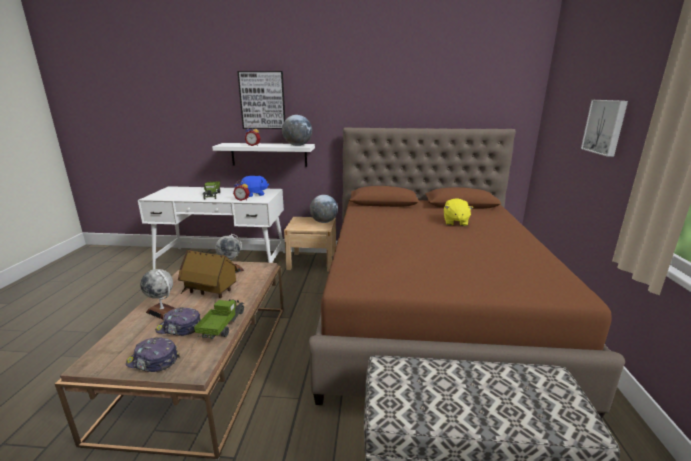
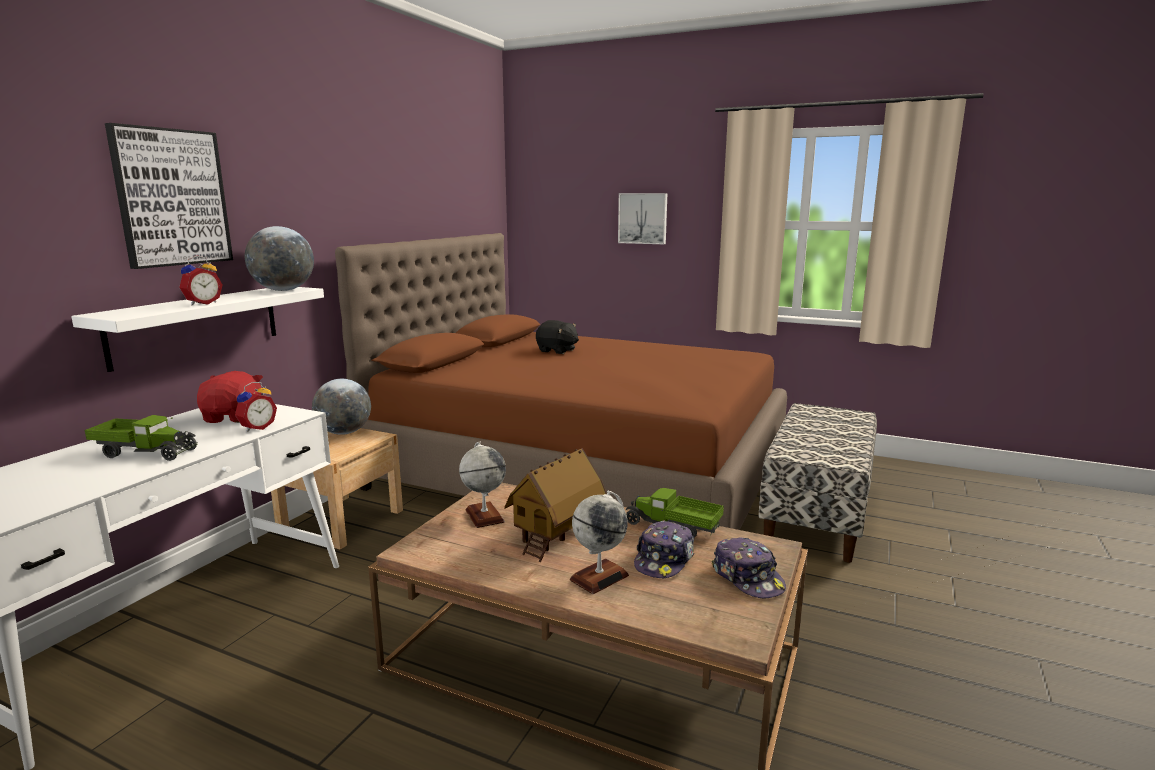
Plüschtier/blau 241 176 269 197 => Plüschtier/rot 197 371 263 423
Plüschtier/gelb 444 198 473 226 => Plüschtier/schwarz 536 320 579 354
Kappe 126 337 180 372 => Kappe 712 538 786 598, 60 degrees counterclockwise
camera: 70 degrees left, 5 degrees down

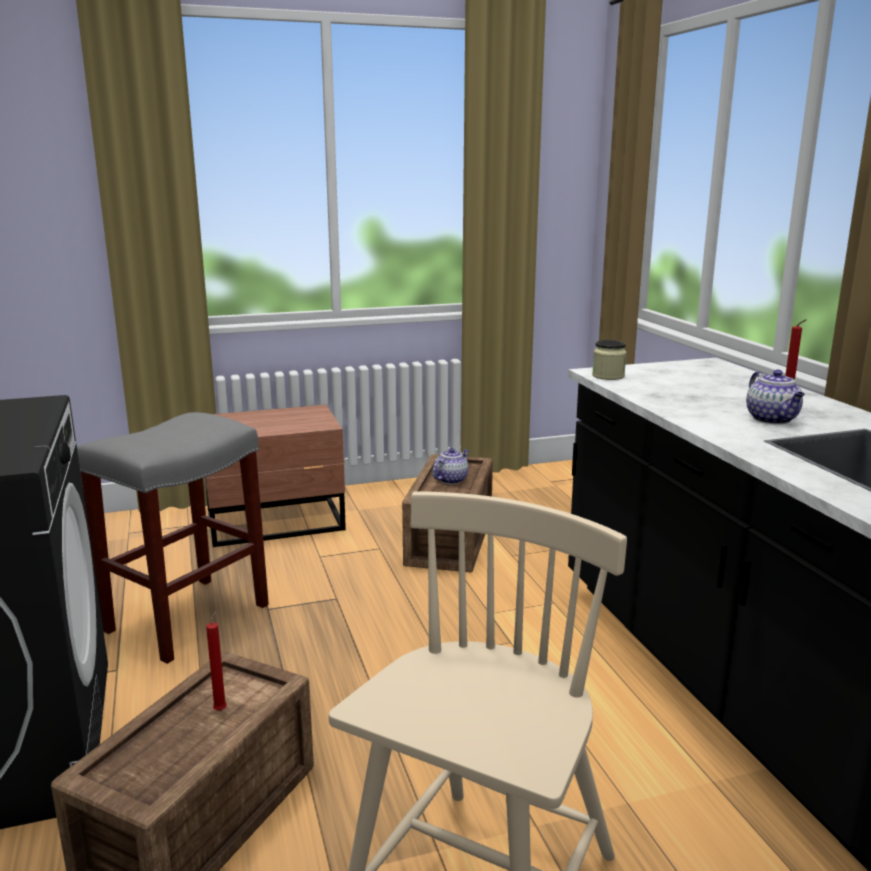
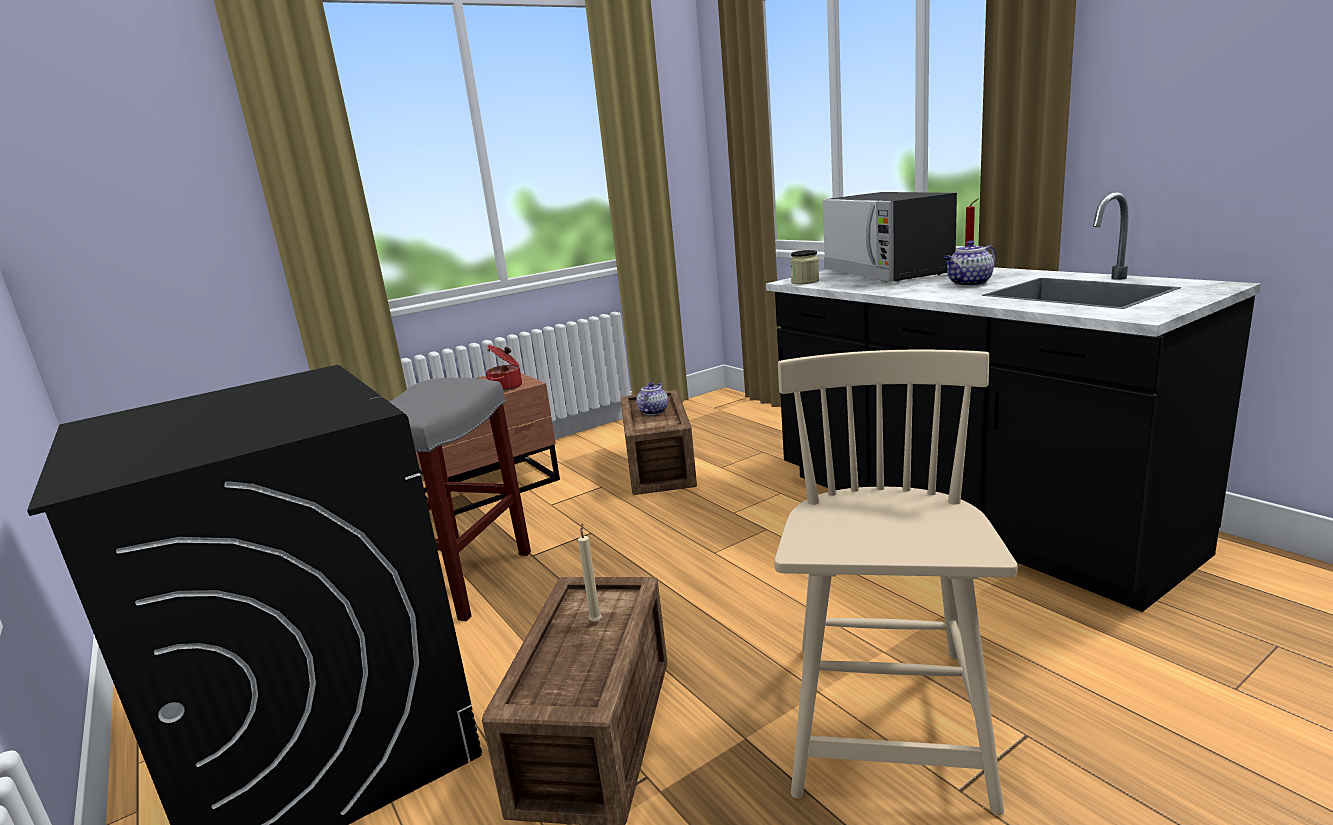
nothing => Kochtopf 486 345 522 391
nothing => Mikrowelle 823 192 957 282
Kerze/rot 206 610 227 711 => Kerze/beige 578 523 602 622
Teekanne 746 370 805 424 => Teekanne 943 241 996 286, 90 degrees clockwise
camera: 15 degrees left, 0 degrees up

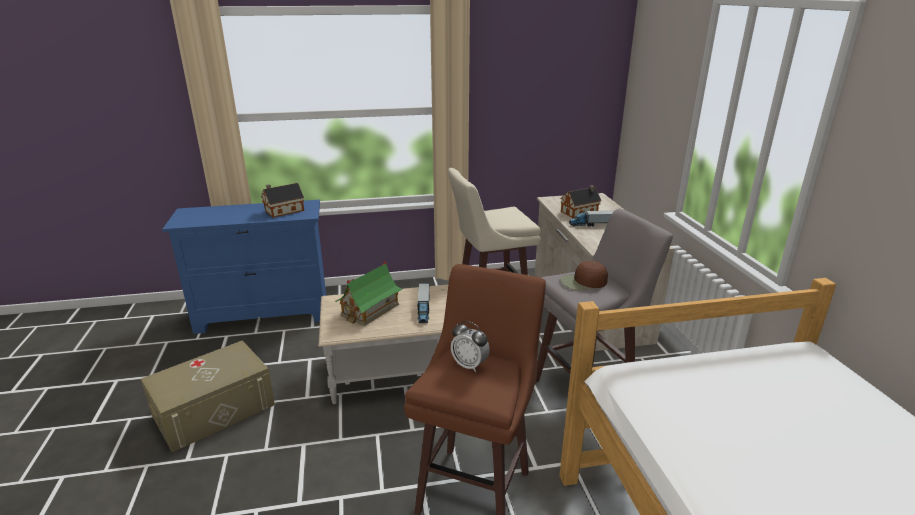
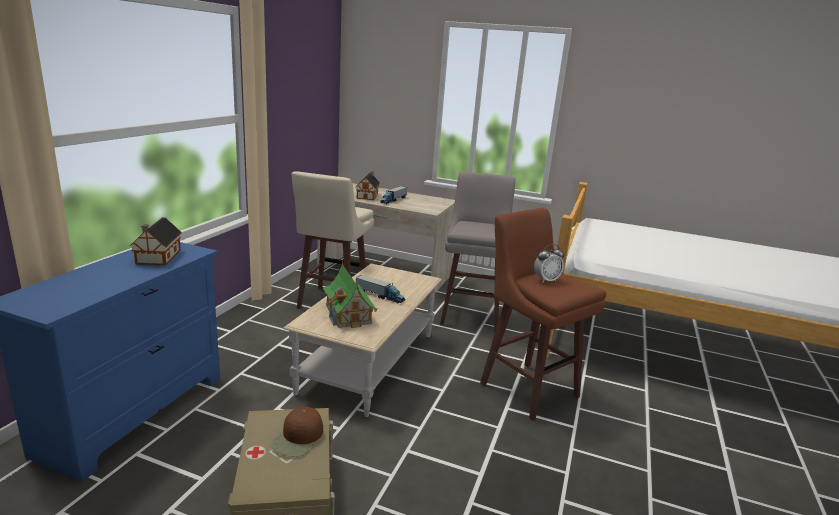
Kappe/braun 560 261 608 290 => Kappe/braun 271 407 323 457, relocated
camera: 60 degrees left, 5 degrees down

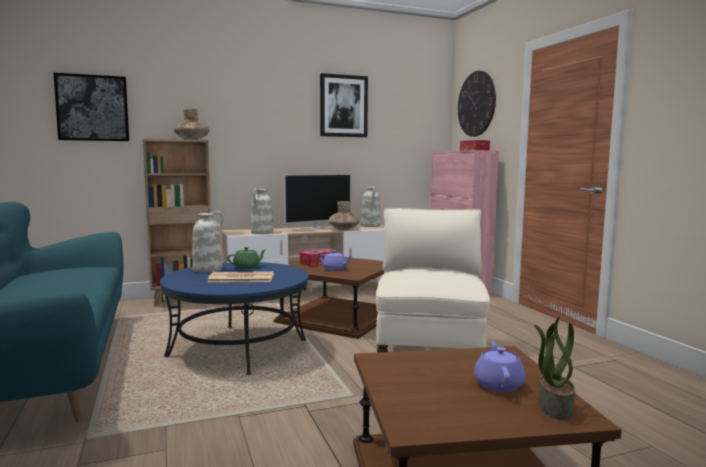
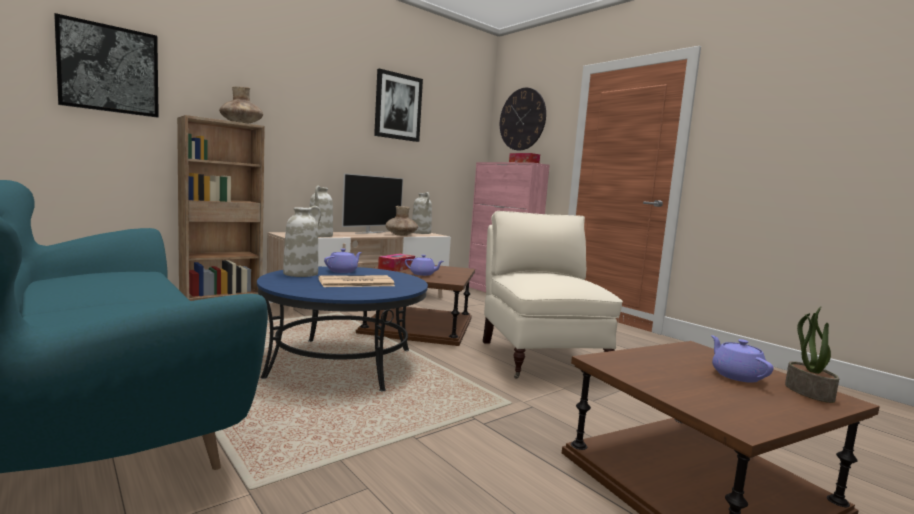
Teekanne/grün 227 247 267 269 => Teekanne/lila 324 249 362 273
camera: 20 degrees left, 0 degrees up

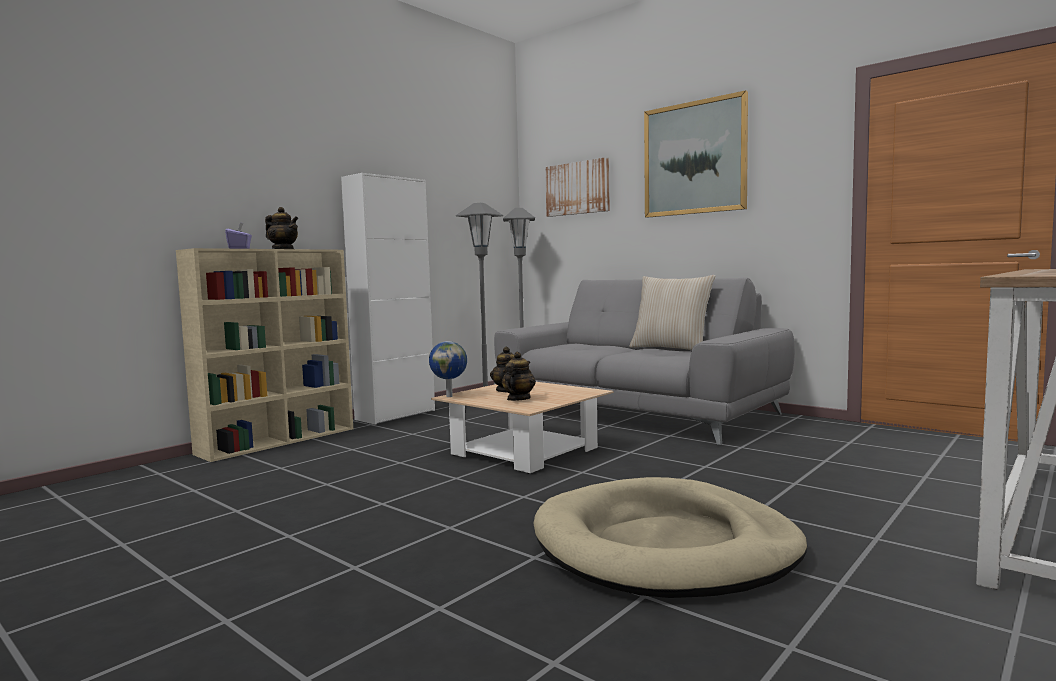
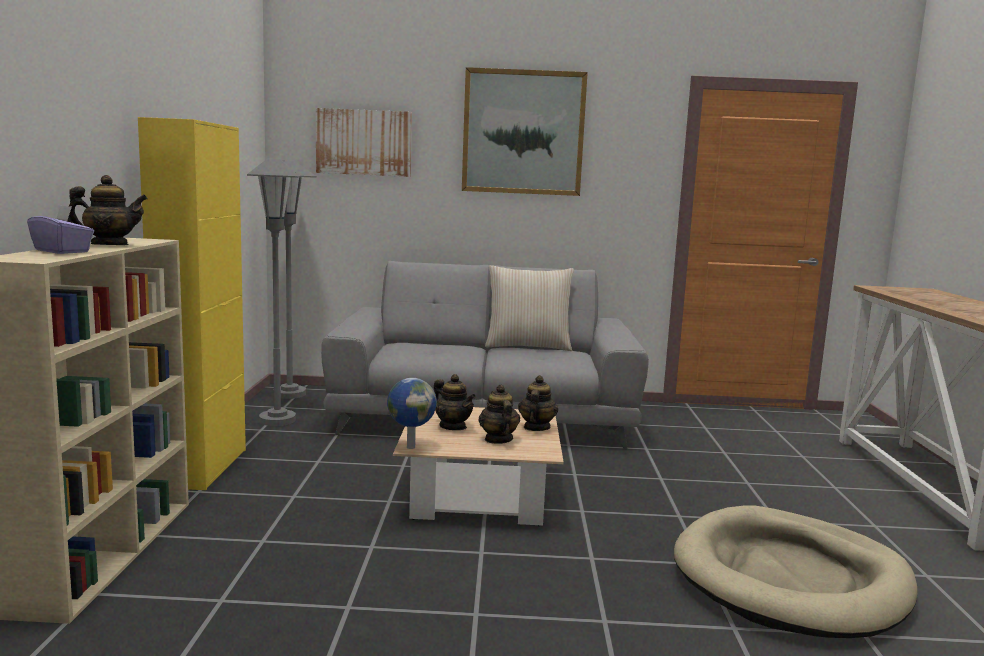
nothing => Teekanne 518 375 558 431
Schrank/weiß 341 173 435 425 => Schrank/gelb 138 117 246 490
camera: 40 degrees left, 5 degrees up

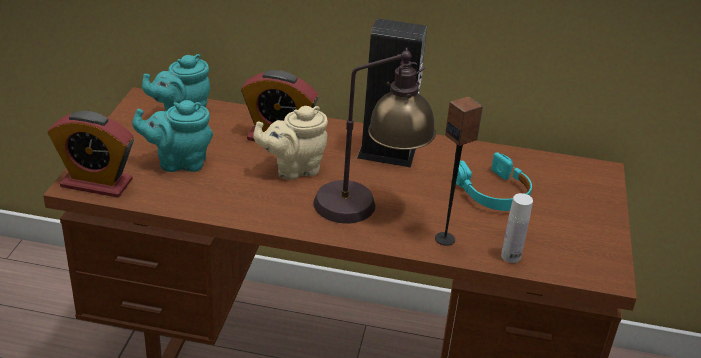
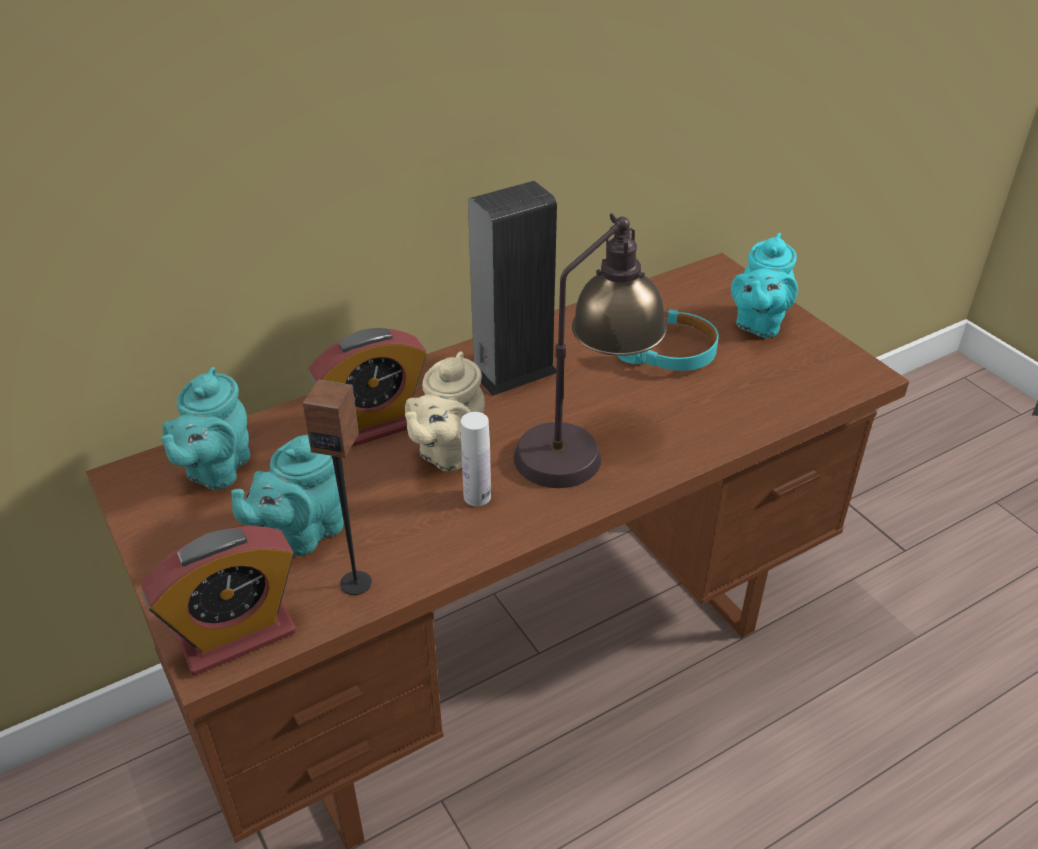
nothing => Teekanne/türkis 731 233 798 338
Lautsprecher 435 96 483 246 => Lautsprecher 303 379 372 595, relocated
Flasche/weiß 501 193 533 263 => Flasche/weiß 461 412 491 506, relocated
camera: 40 degrees left, 5 degrees up

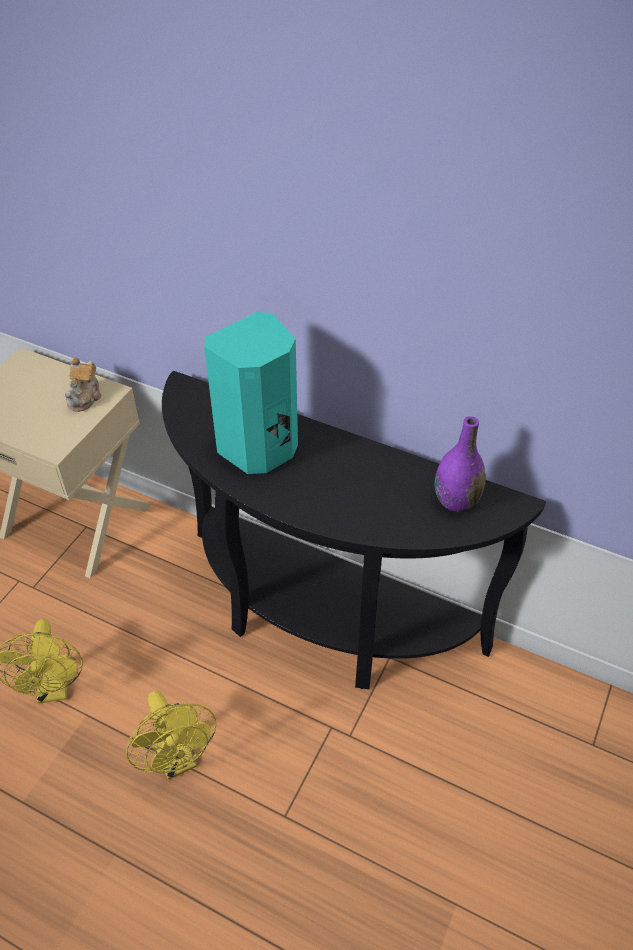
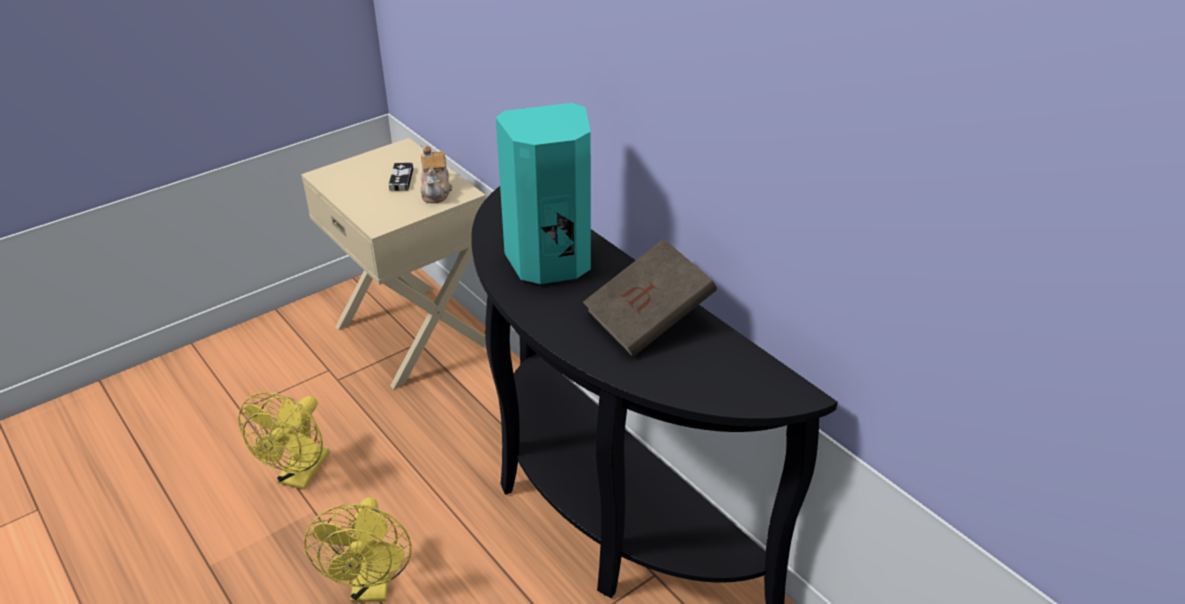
Vase/lila 435 416 486 512 => nothing
nothing => Gamepad 389 163 413 191
nothing => Buch/braun 583 239 717 357
Teekanne 64 357 102 412 => Teekanne 421 146 452 203, 45 degrees counterclockwise
camera: 25 degrees right, 10 degrees down

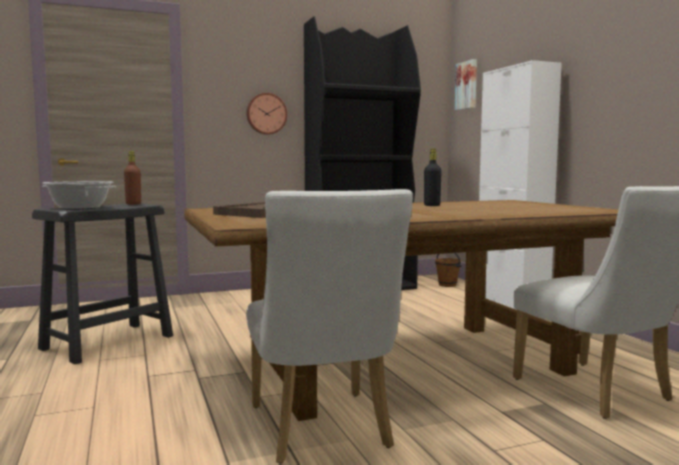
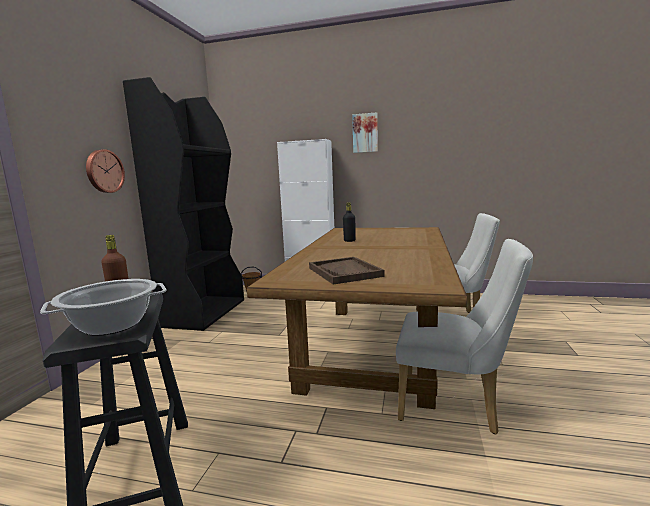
Bild 455 59 477 110 => Bild 352 112 378 153, relocated
camera: 55 degrees left, 5 degrees up

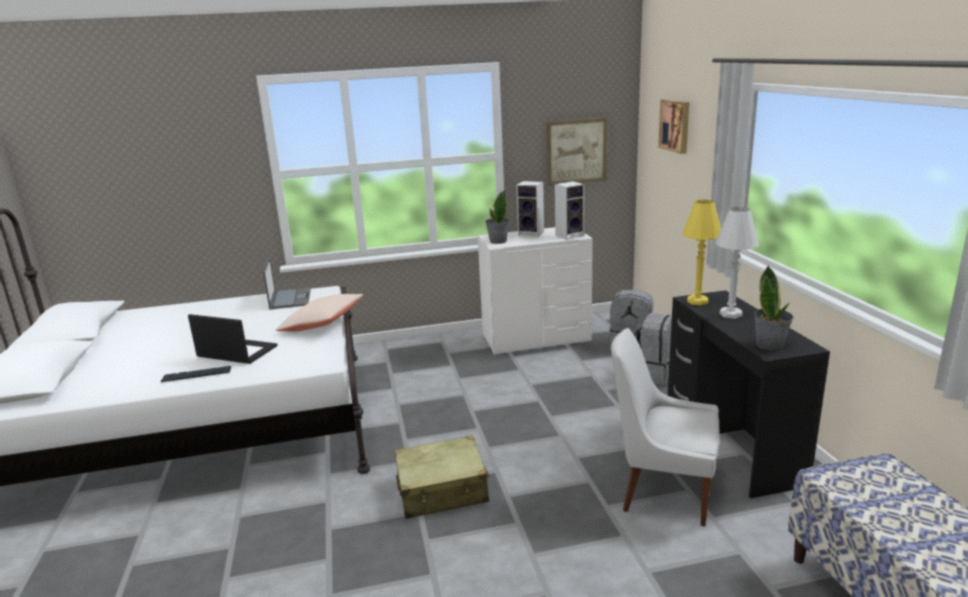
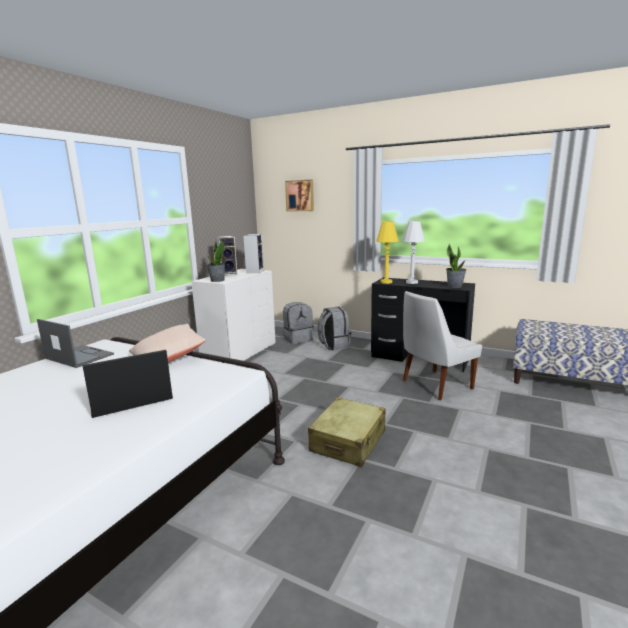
Tastatur 161 366 231 382 => nothing
Bild 546 117 608 186 => nothing
camera: 50 degrees left, 5 degrees down

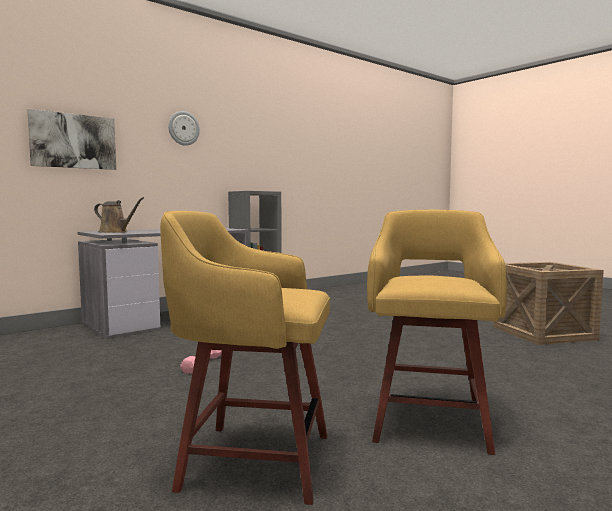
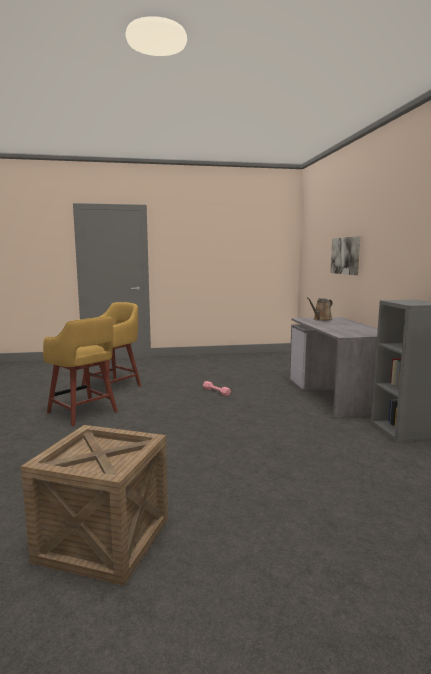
Wanduhr 168 111 200 146 => nothing
camera: 120 degrees right, 5 degrees up

